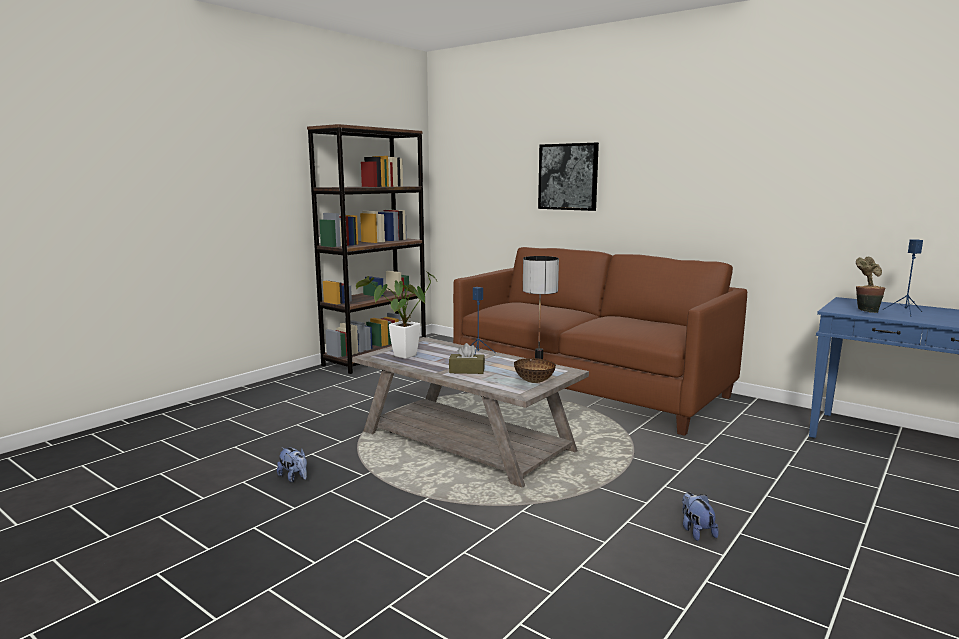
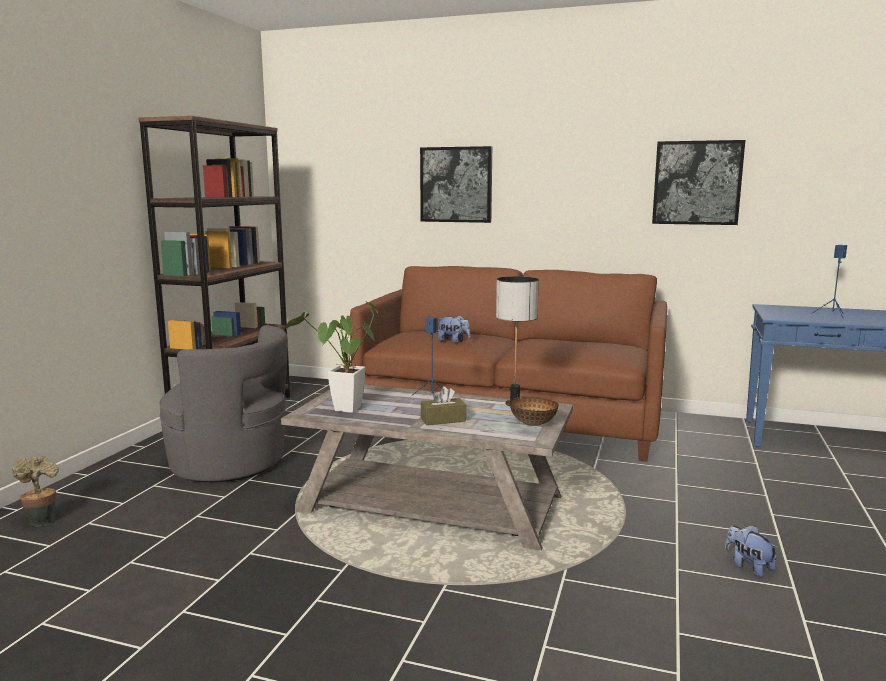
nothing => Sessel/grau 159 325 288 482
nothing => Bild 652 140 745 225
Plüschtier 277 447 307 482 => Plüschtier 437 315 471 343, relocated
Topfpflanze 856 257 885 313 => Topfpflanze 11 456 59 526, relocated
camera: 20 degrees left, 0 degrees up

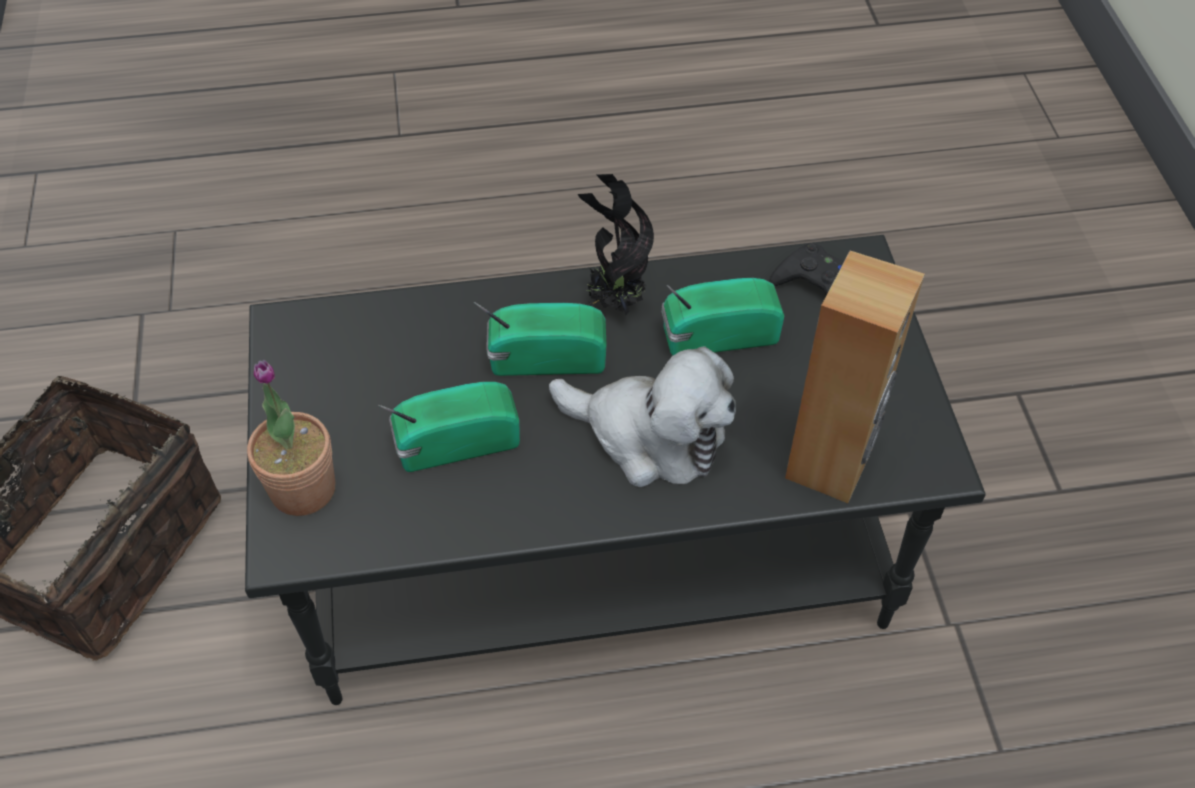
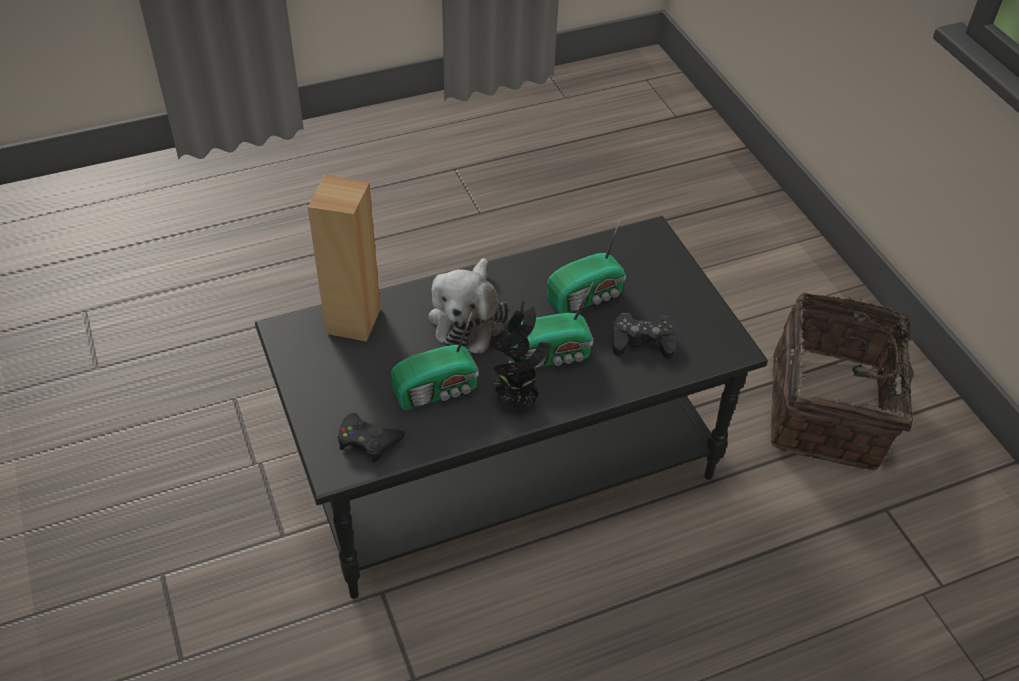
Topfpflanze 247 360 335 516 => nothing
nothing => Gamepad/schwarz 612 313 676 359
Plüschtier 549 346 736 487 => Plüschtier 429 258 509 353, 90 degrees counterclockwise
camera: 165 degrees right, 5 degrees down

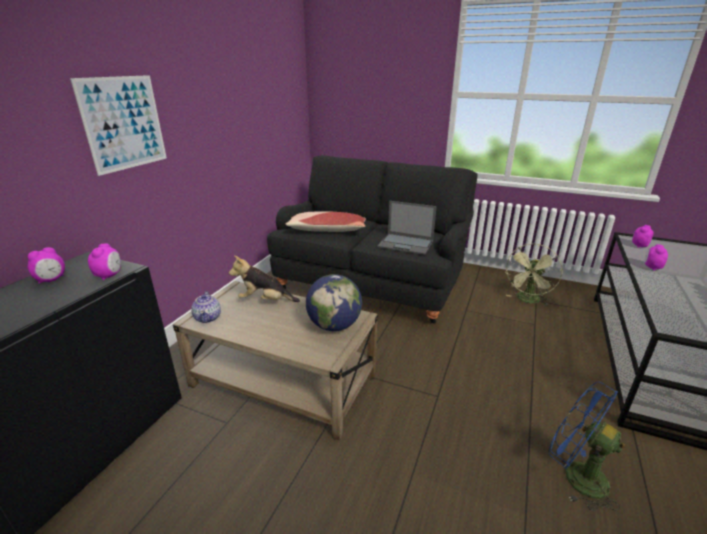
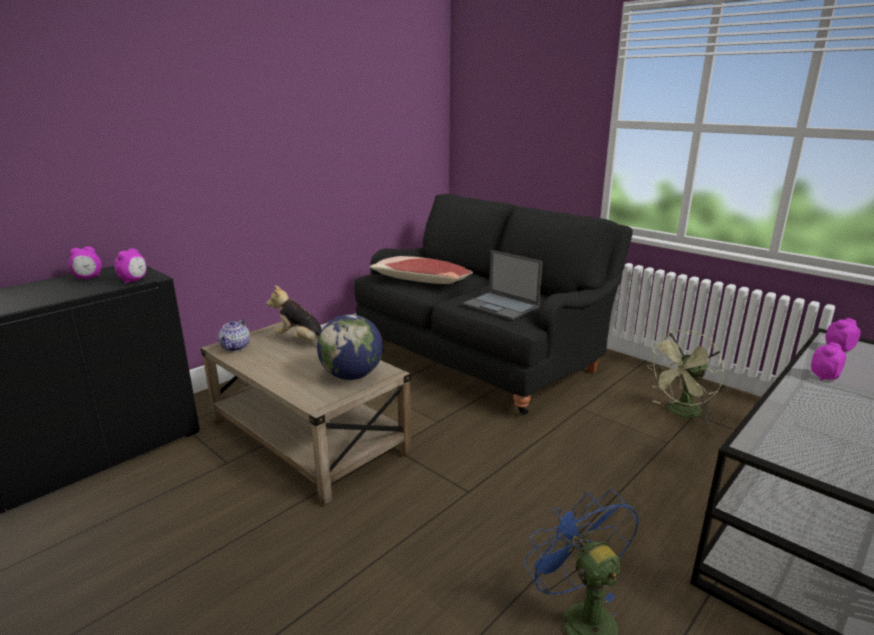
Bild 70 75 167 176 => nothing
camera: 20 degrees right, 5 degrees down

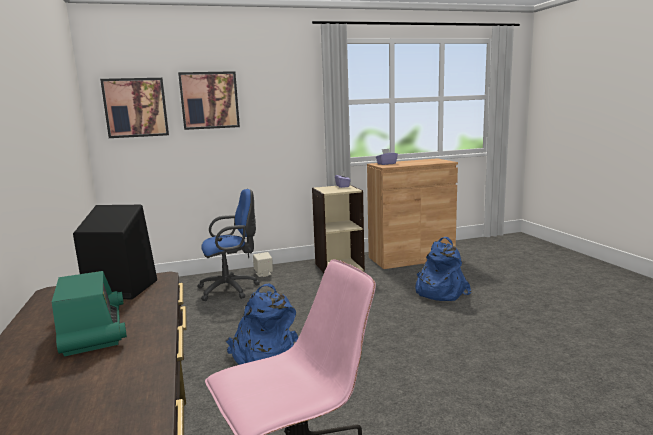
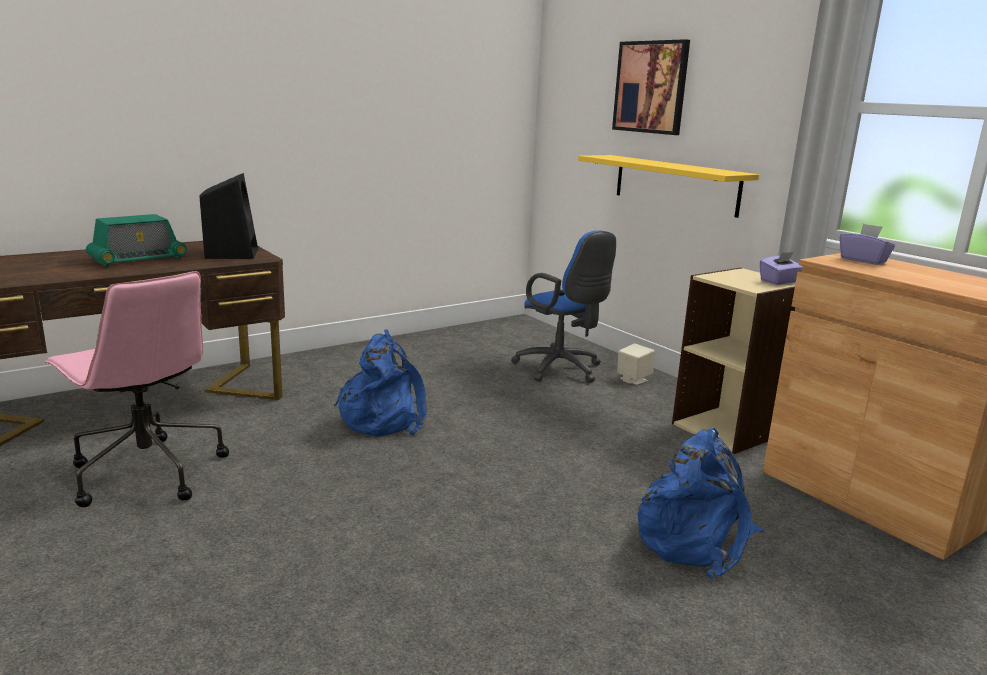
Bild 100 78 169 138 => nothing
nothing => Wandregal/gelb 578 155 759 218
camera: 70 degrees right, 5 degrees up

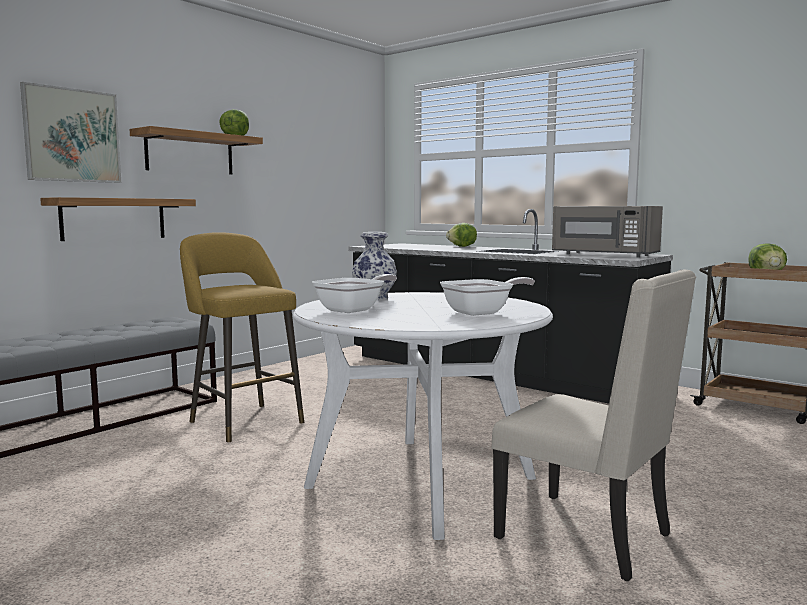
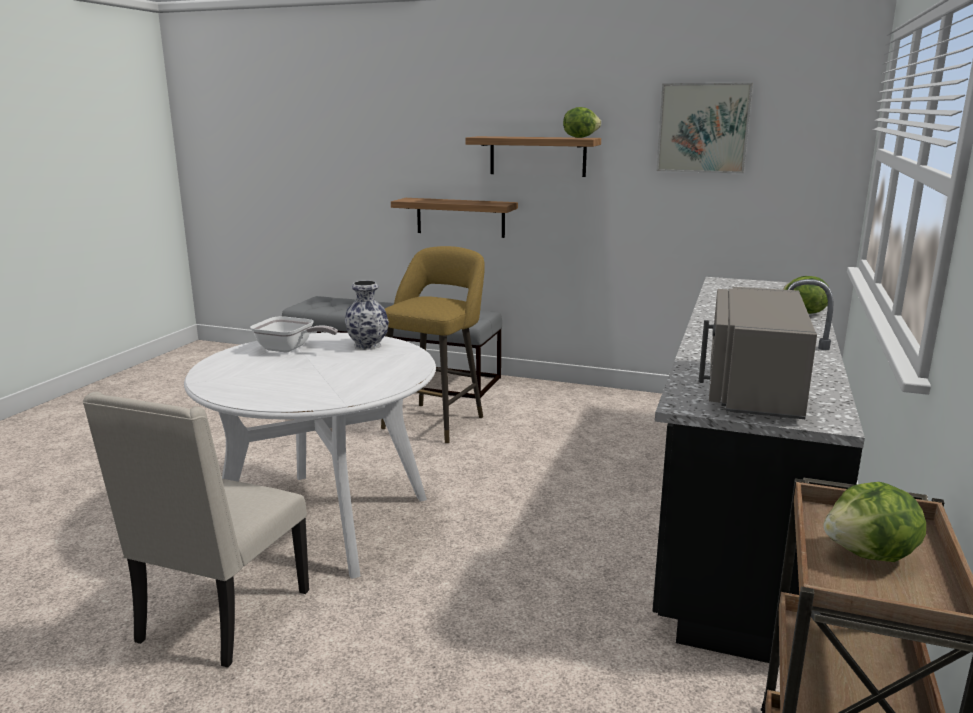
Pfanne 440 277 535 316 => nothing
Bild 20 82 121 183 => Bild 657 83 753 174, relocated
camera: 70 degrees right, 10 degrees up

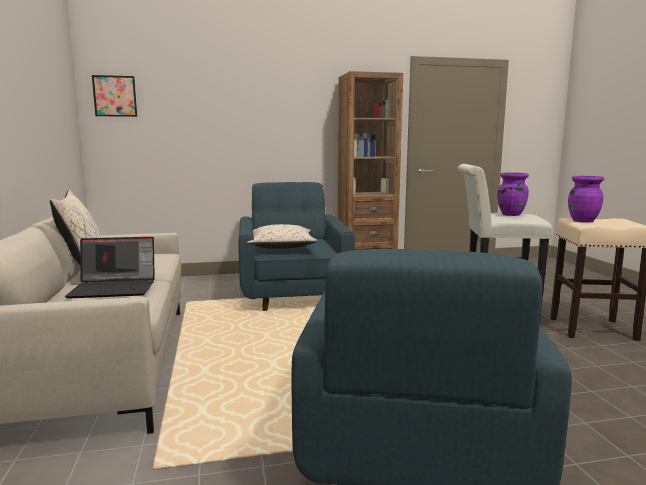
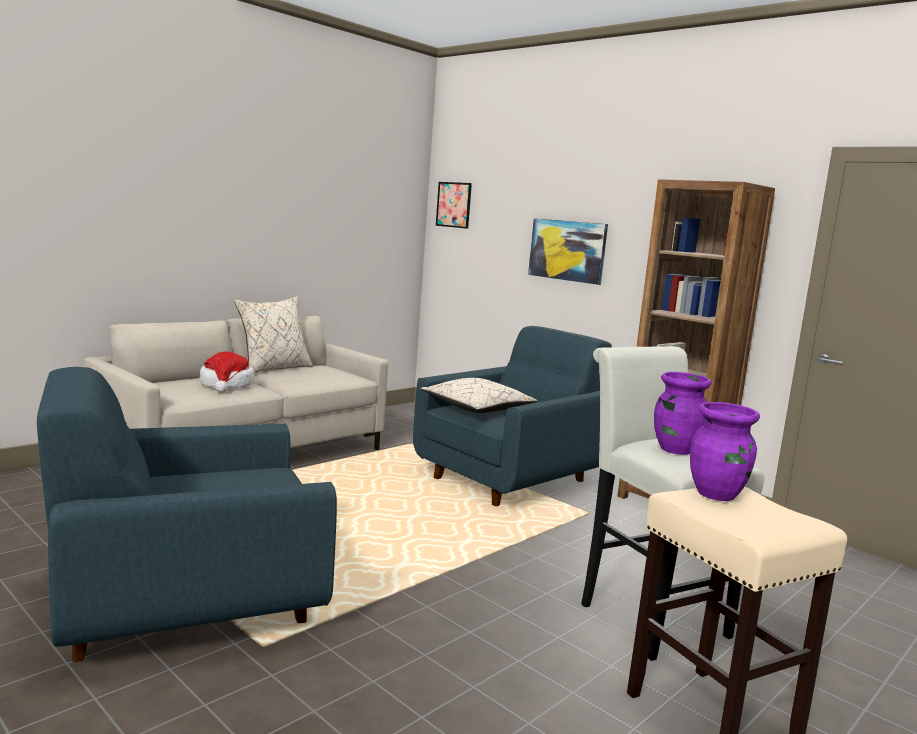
nothing => Bild 528 218 608 285
Laptop 65 237 155 299 => Hut 200 352 254 393
camera: 55 degrees right, 0 degrees up

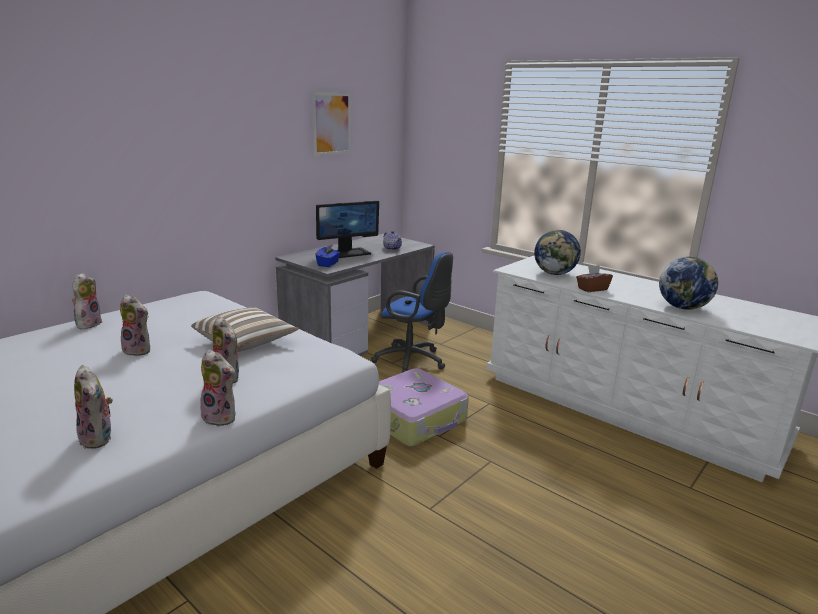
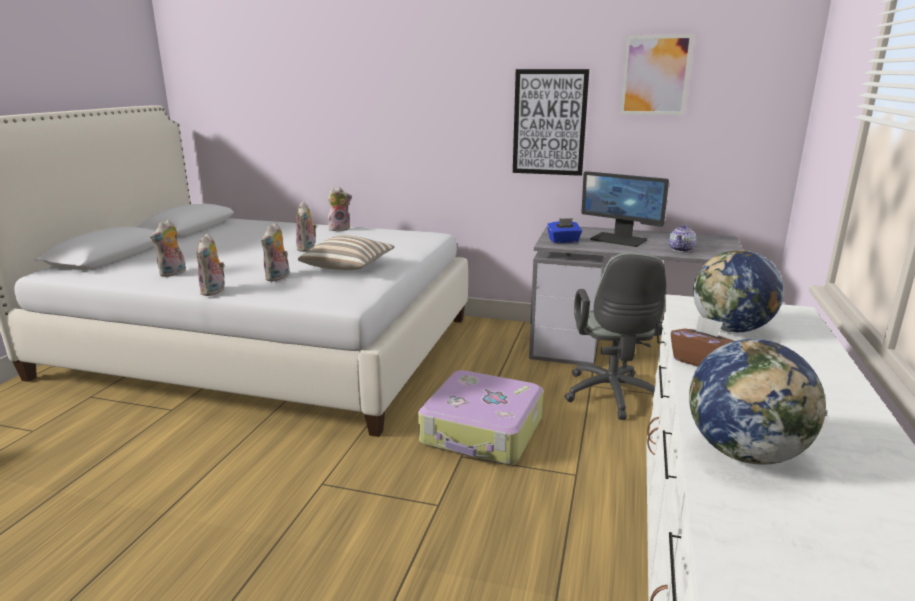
nothing => Bild 513 69 589 176
Bürostuhl/blau 371 252 453 373 => Bürostuhl/grau 564 253 669 420
camera: 65 degrees right, 0 degrees up

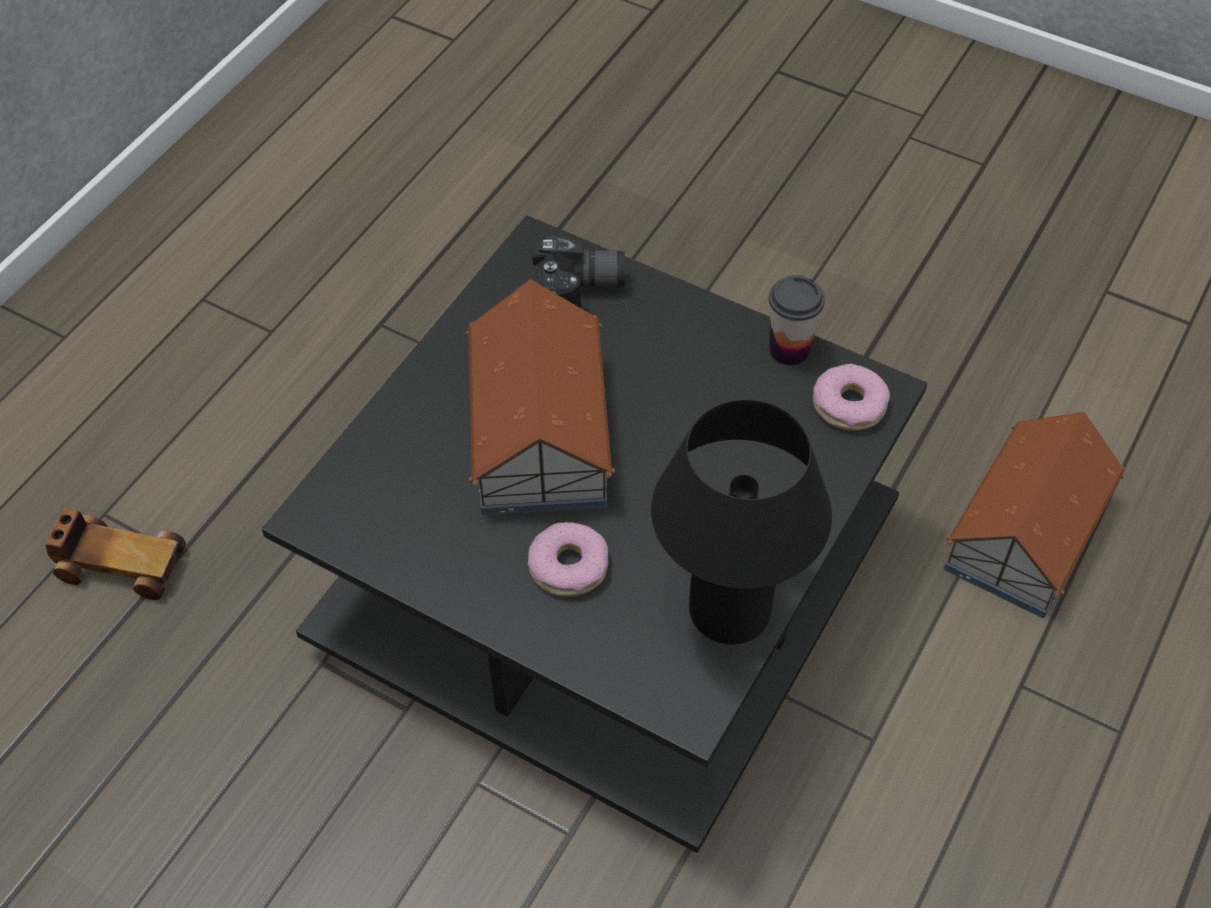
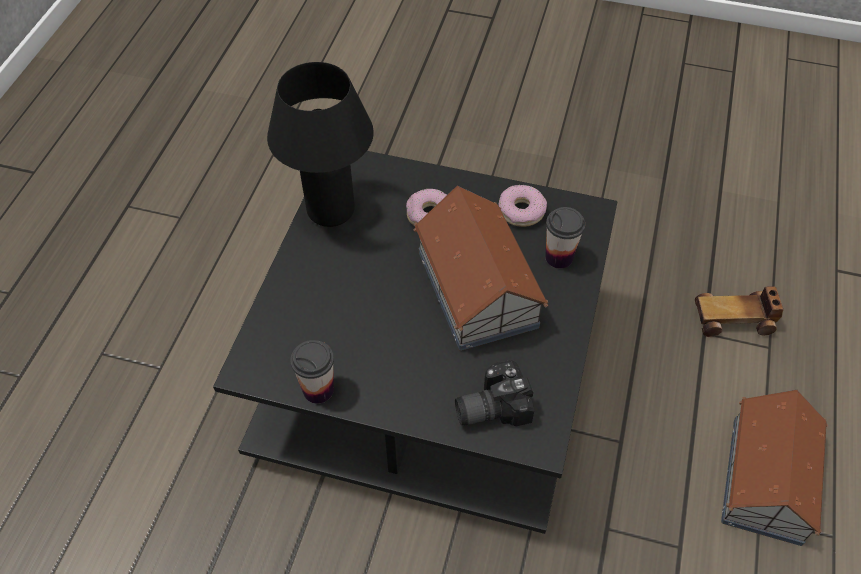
nothing => Tasse 545 207 585 269
Donut 813 363 890 431 => Donut 498 185 547 227, relocated
Spielzeughaus 944 412 1125 618 => Spielzeughaus 721 390 828 546, relocated
camera: 165 degrees right, 0 degrees up

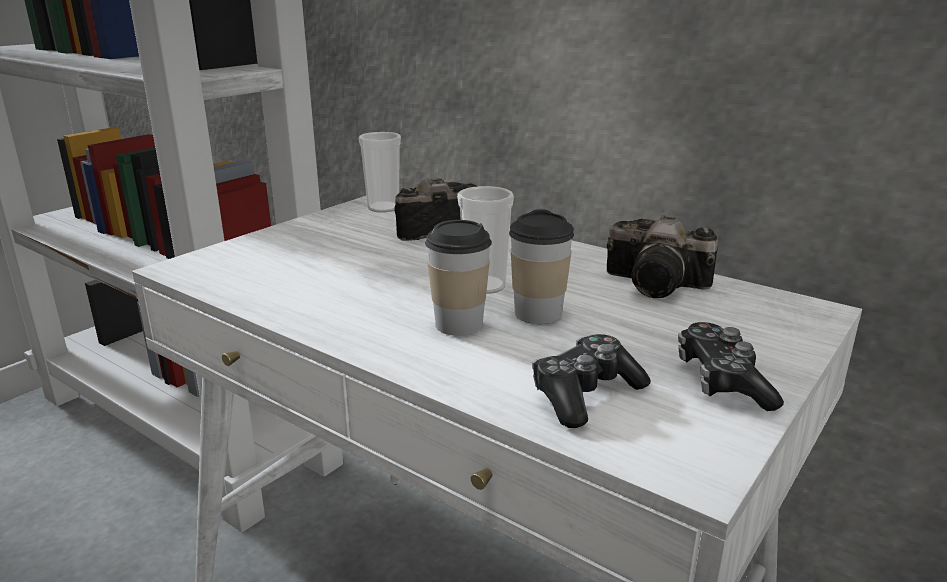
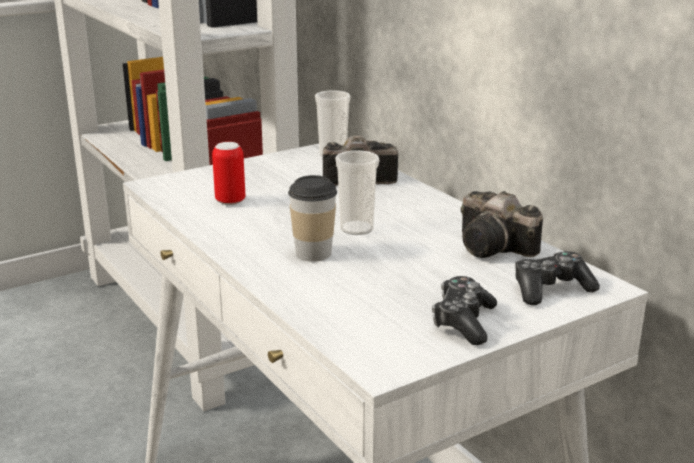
Tasse 509 210 574 324 => nothing
nothing => Dose 212 142 245 205
Gamepad 532 334 651 428 => Gamepad 515 251 600 305, relocated
camera: 20 degrees right, 0 degrees up

